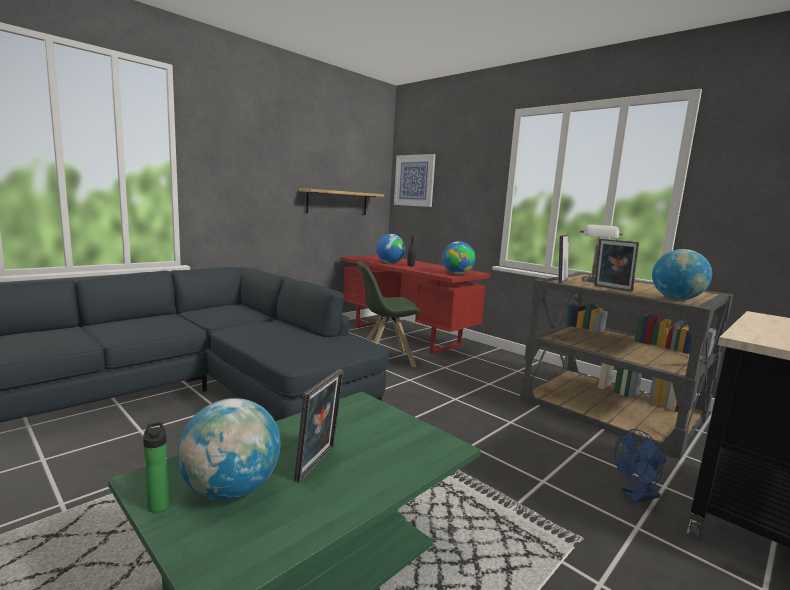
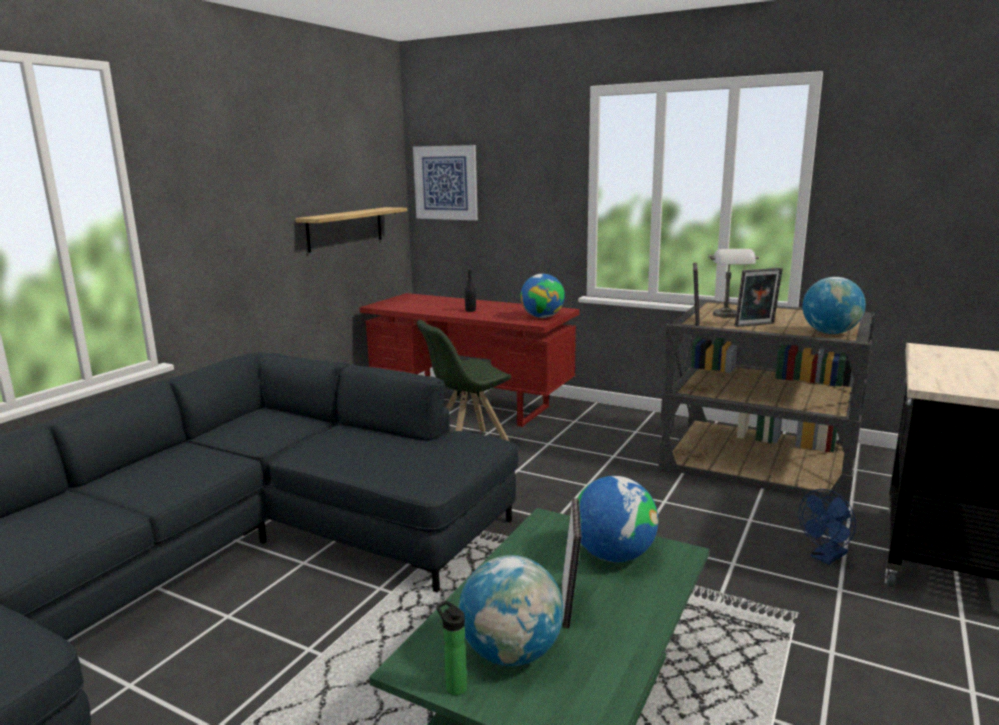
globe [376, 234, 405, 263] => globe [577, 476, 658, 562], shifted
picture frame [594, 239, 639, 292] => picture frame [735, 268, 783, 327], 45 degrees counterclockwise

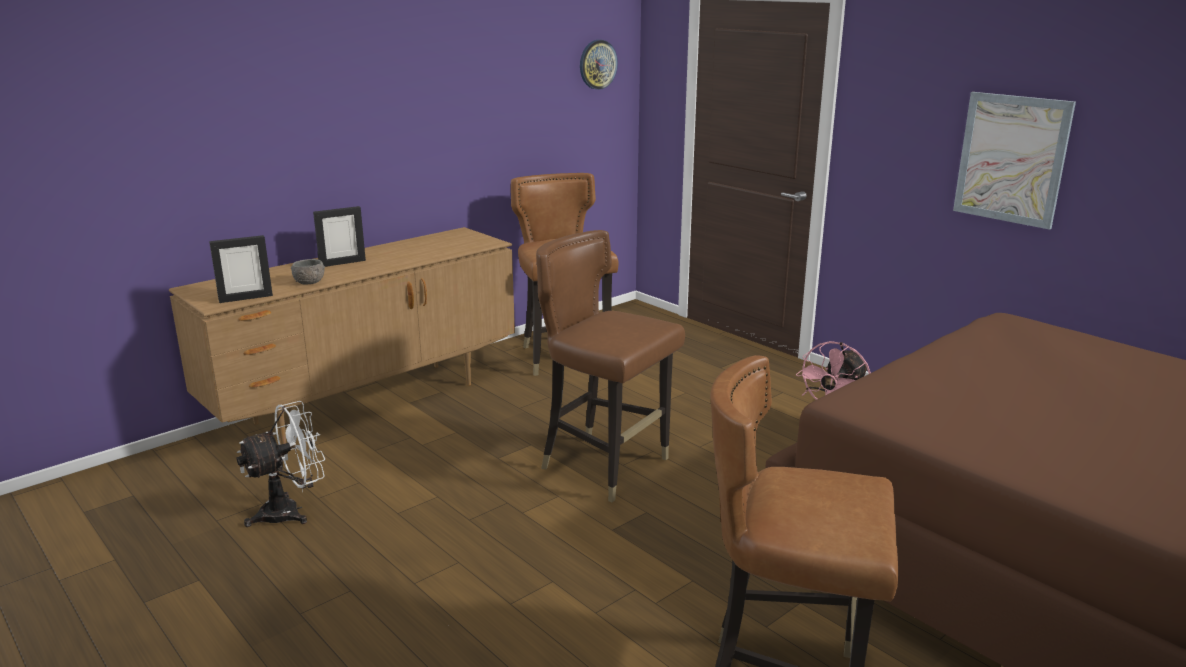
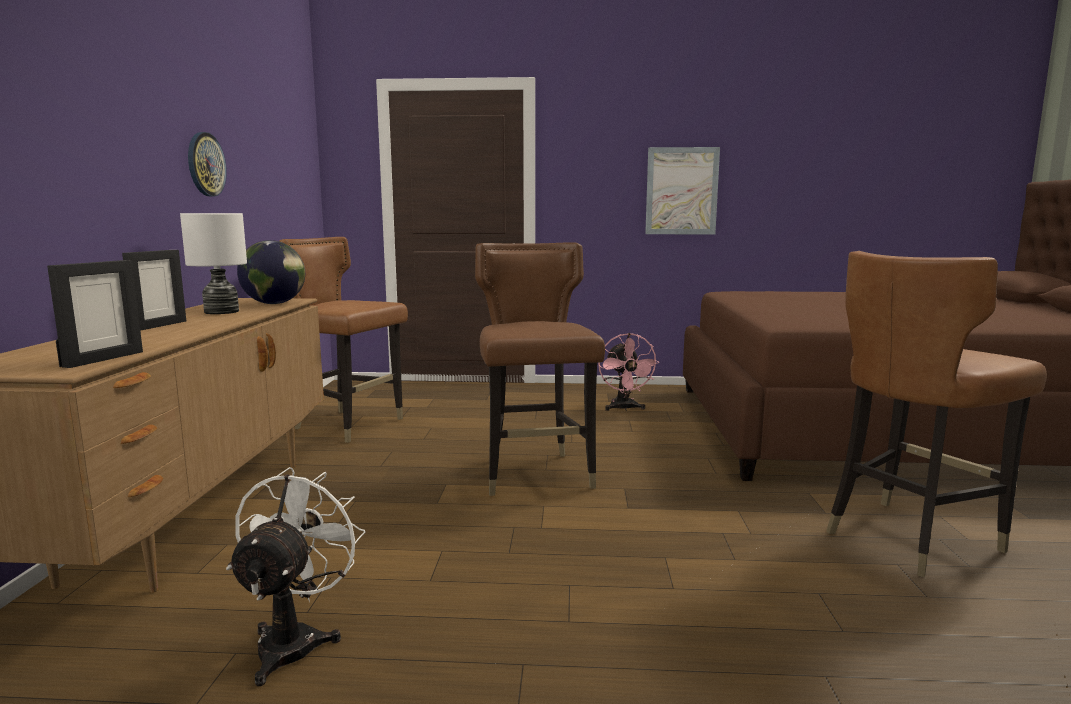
nothing => white table lamp [180, 213, 247, 314]
wall clock [580, 40, 618, 90] => wall clock [188, 132, 227, 196], shifted
nothing => globe [237, 240, 305, 304]
brown chair [536, 230, 685, 502] => brown chair [475, 242, 605, 496], 90 degrees clockwise
grey bowl [291, 259, 325, 284] => nothing

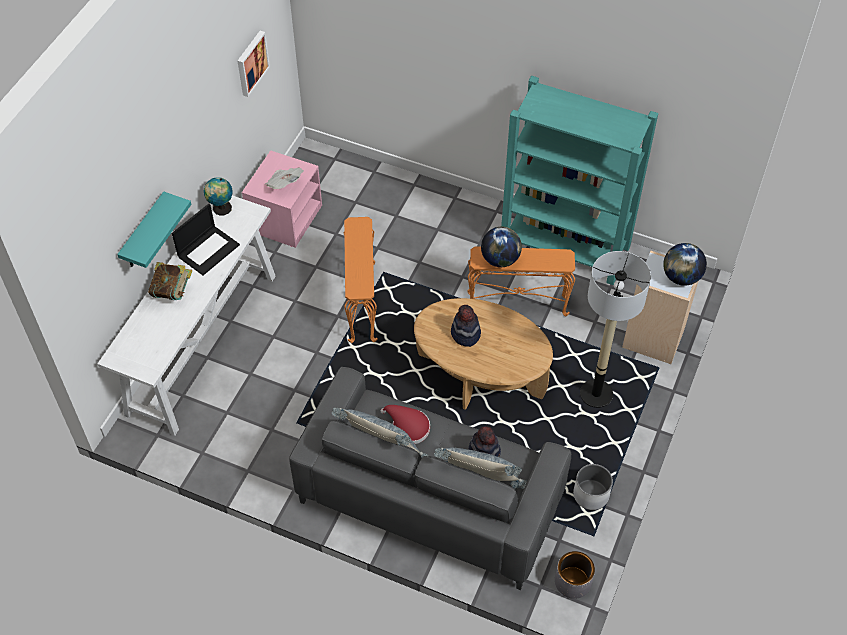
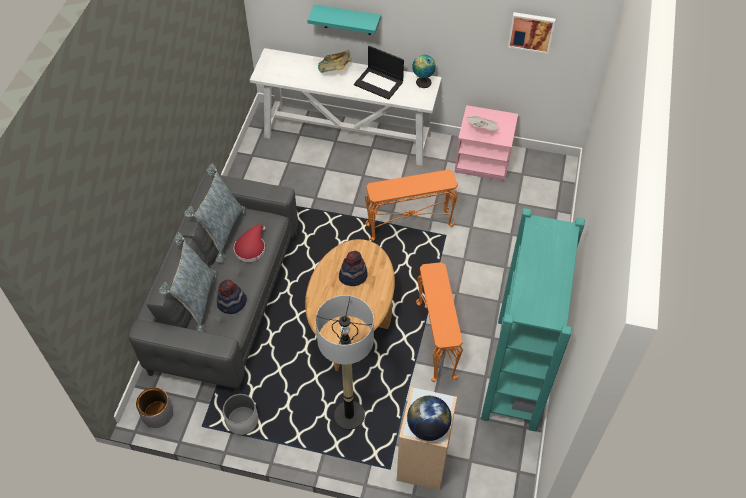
globe [481, 227, 522, 267] => nothing

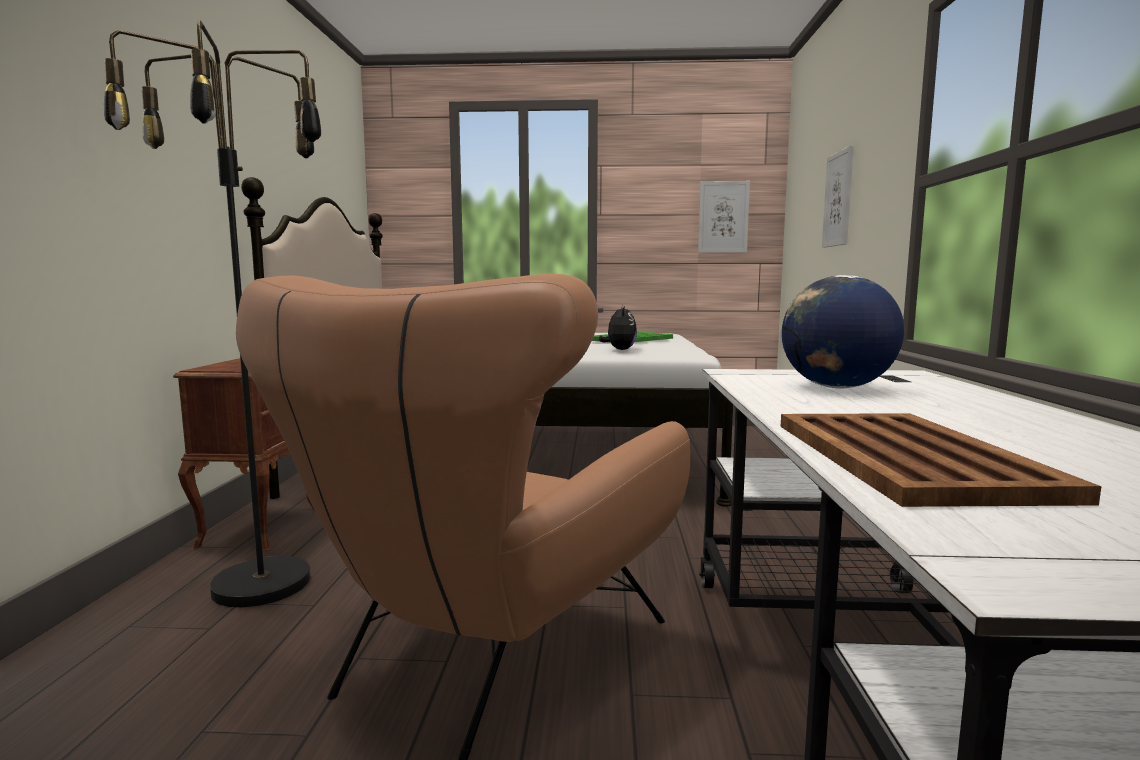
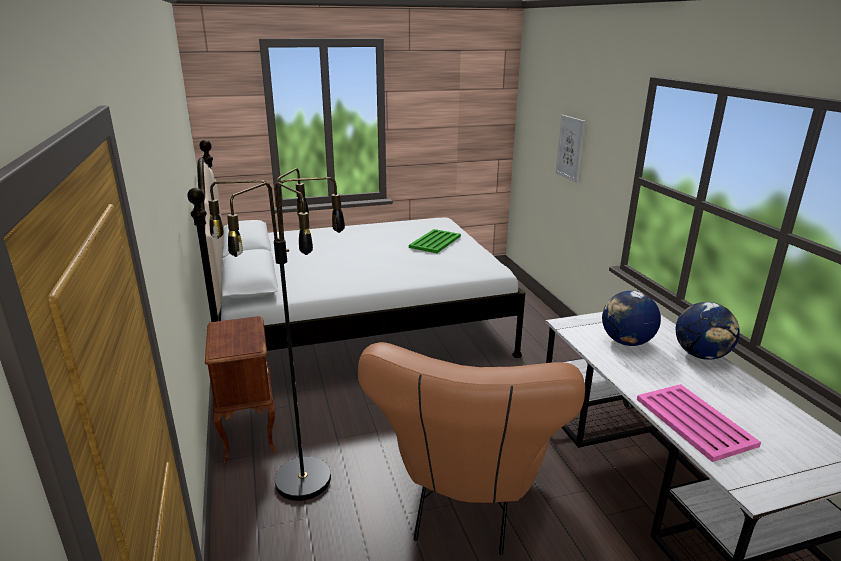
brown tray [781, 413, 1101, 507] => pink tray [637, 384, 761, 462]
nothing => globe [676, 302, 740, 360]
plush toy [599, 305, 637, 350] => nothing
picture [698, 181, 750, 253] => nothing

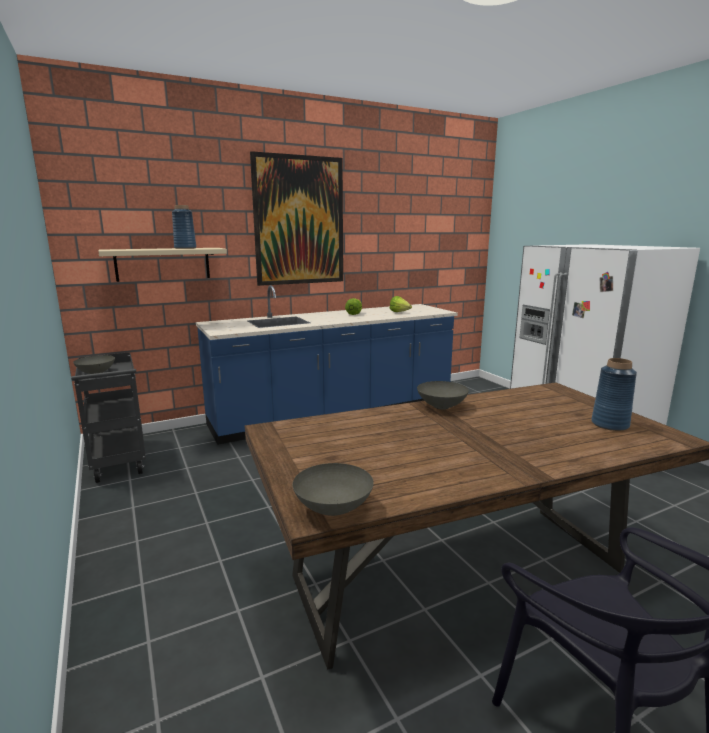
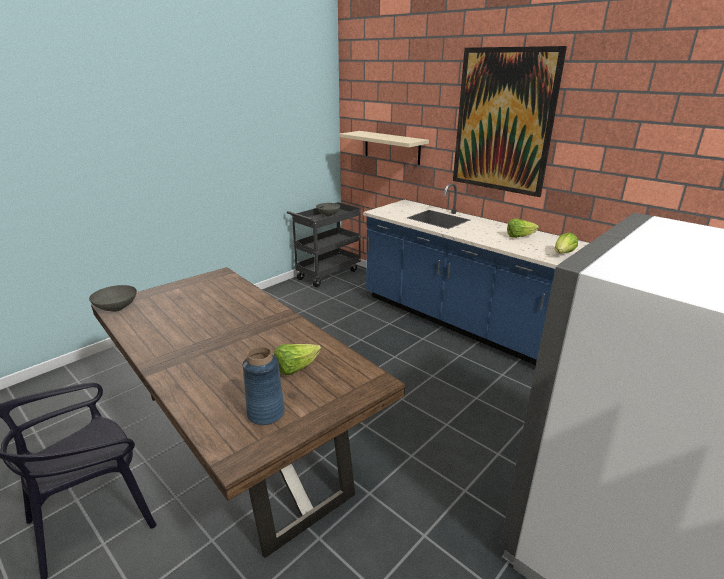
nothing => lettuce [274, 344, 321, 375]
blue vase [172, 205, 196, 249] => nothing
grey bowl [417, 381, 469, 410] => nothing

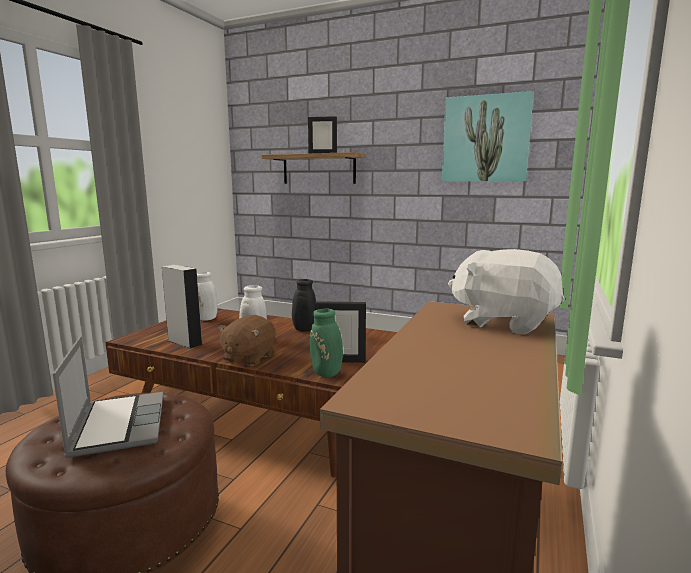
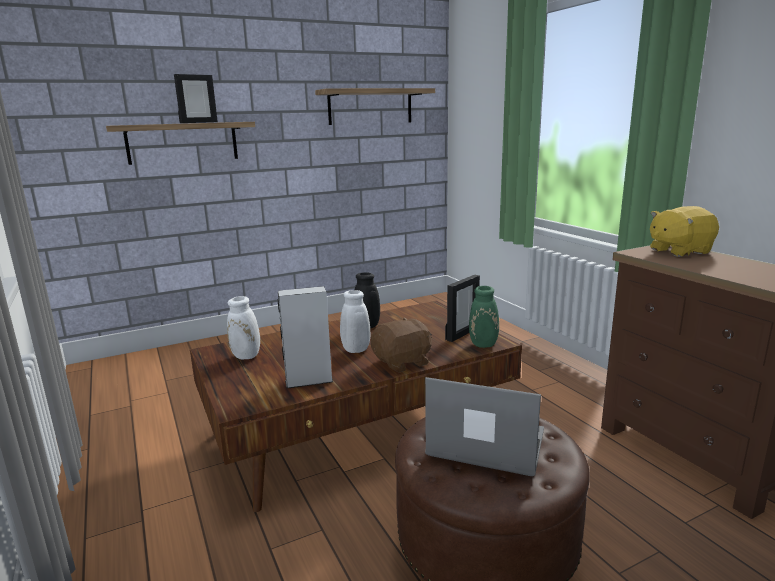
picture [442, 91, 534, 181] => shelf [315, 88, 435, 125]
brown plush toy [217, 315, 276, 366] => brown plush toy [371, 318, 432, 373], 90 degrees counterclockwise
white plush toy [448, 249, 565, 335] => yellow plush toy [650, 206, 719, 257]

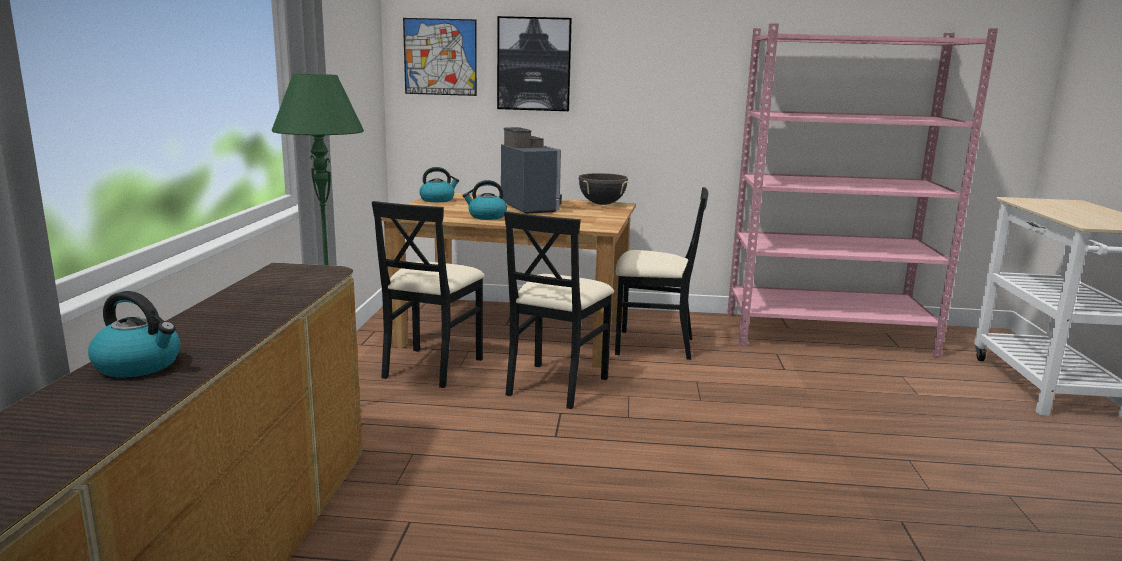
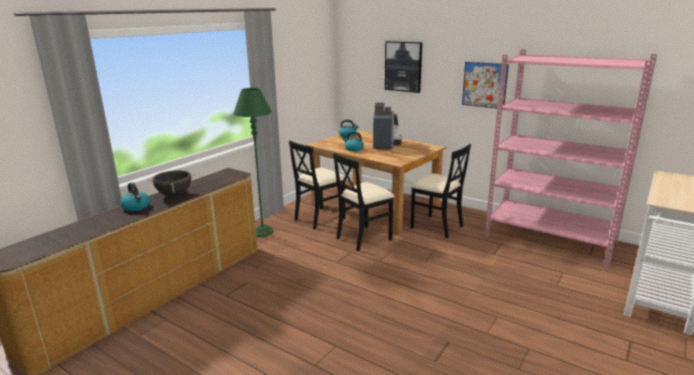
black cooking pot [579, 173, 628, 205] => black cooking pot [148, 170, 196, 197], shifted
picture [403, 18, 477, 96] => picture [462, 62, 509, 108], shifted

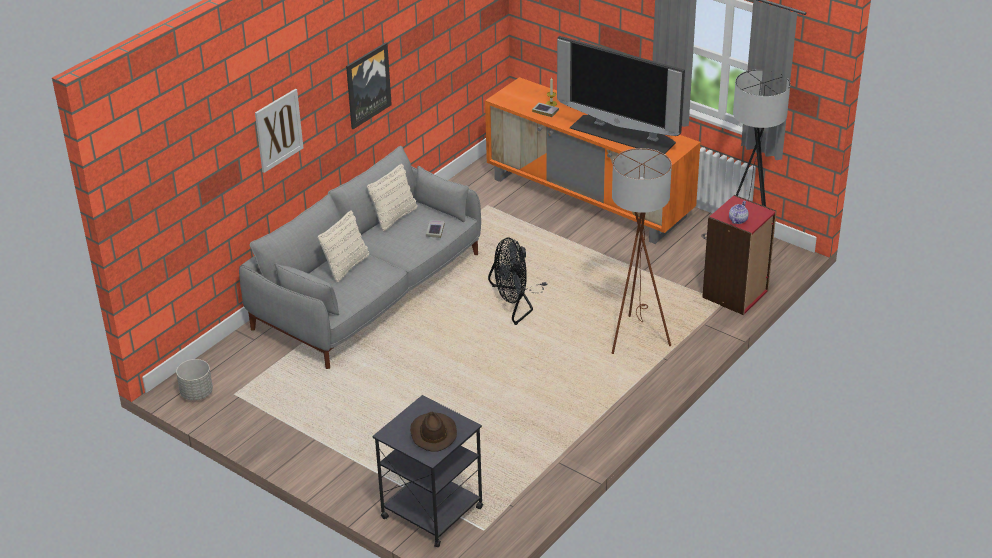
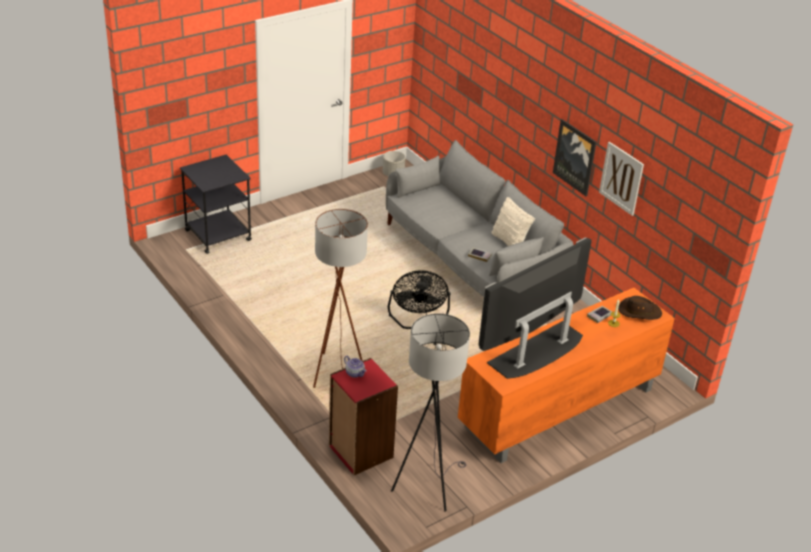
picture [255, 89, 303, 173] => picture [599, 142, 644, 216], shifted
brown hat [410, 412, 457, 452] => brown hat [618, 296, 662, 320], shifted
beige pillow [318, 210, 370, 282] => nothing

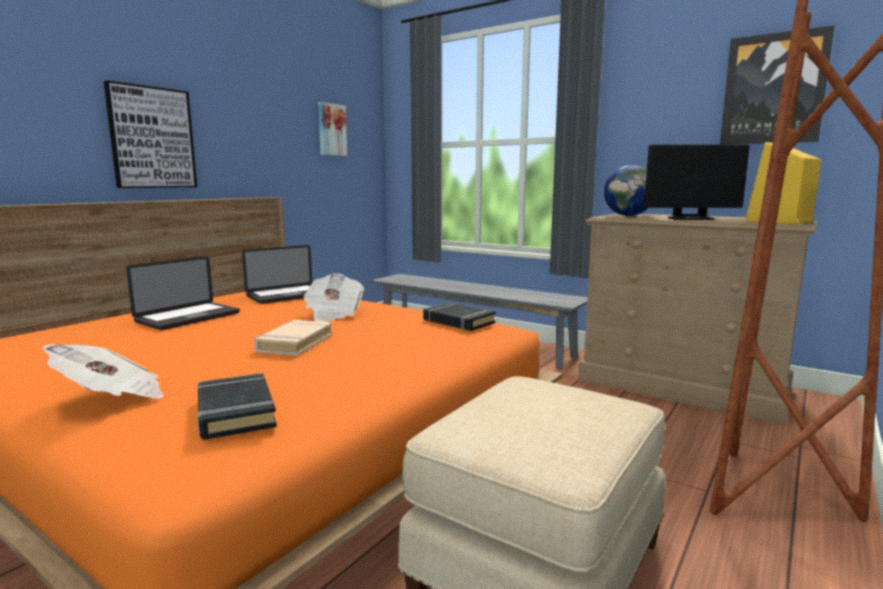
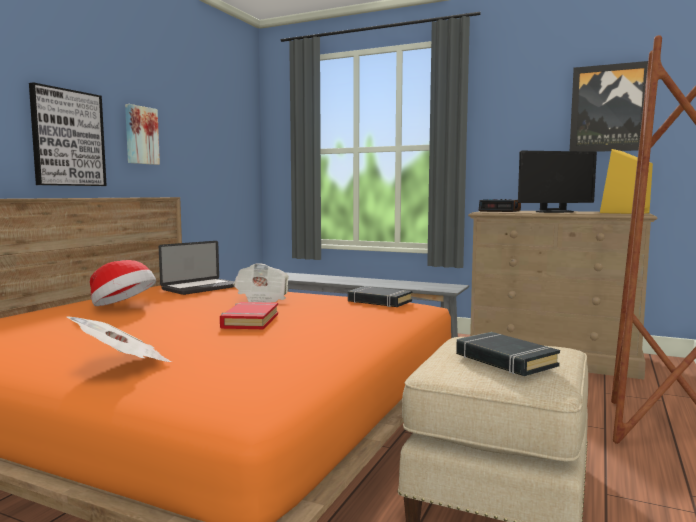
laptop [126, 256, 240, 330] => hat [90, 260, 156, 306]
picture [318, 102, 347, 156] => picture [125, 104, 160, 165], shifted
beige book [254, 320, 333, 356] => red book [220, 302, 278, 329]
black book [197, 373, 277, 440] => black book [456, 332, 560, 376], shifted
globe [604, 165, 648, 216] => alarm clock [479, 199, 521, 212]

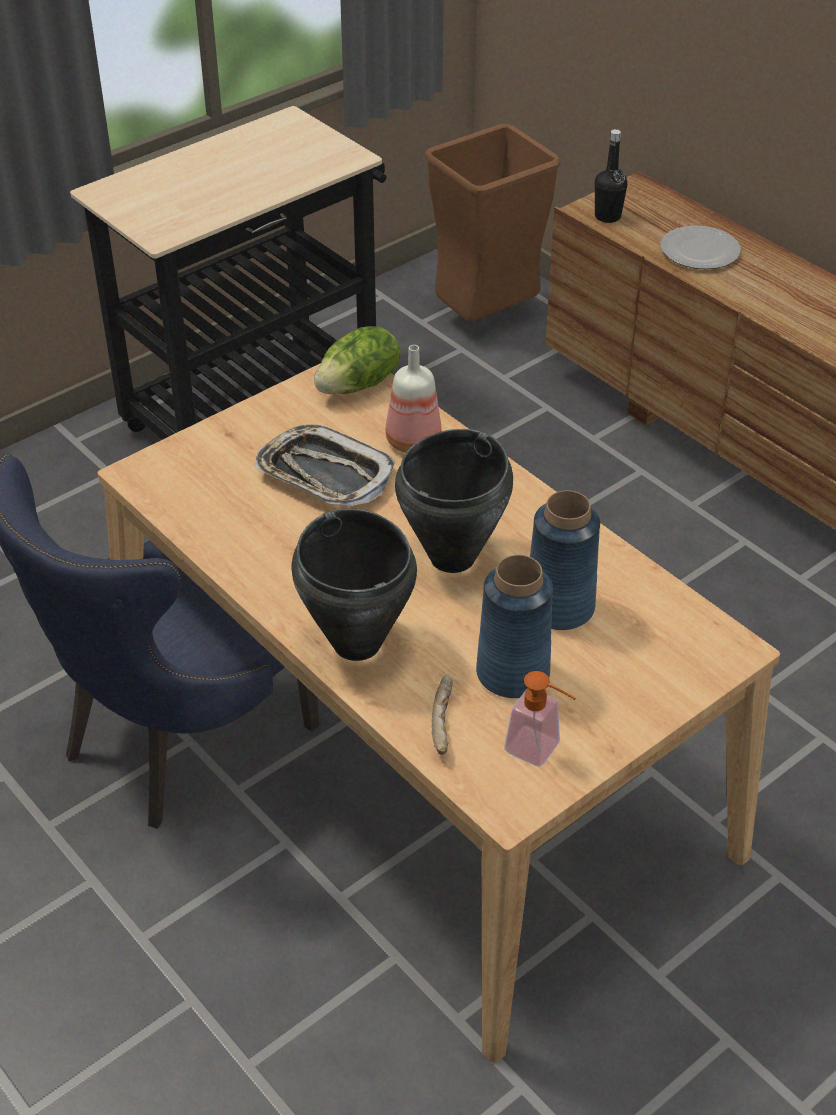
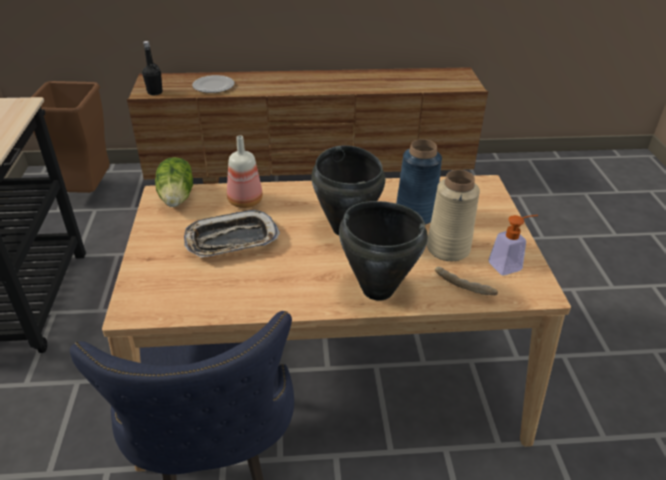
blue vase [476, 555, 553, 698] => beige vase [427, 170, 480, 261]

